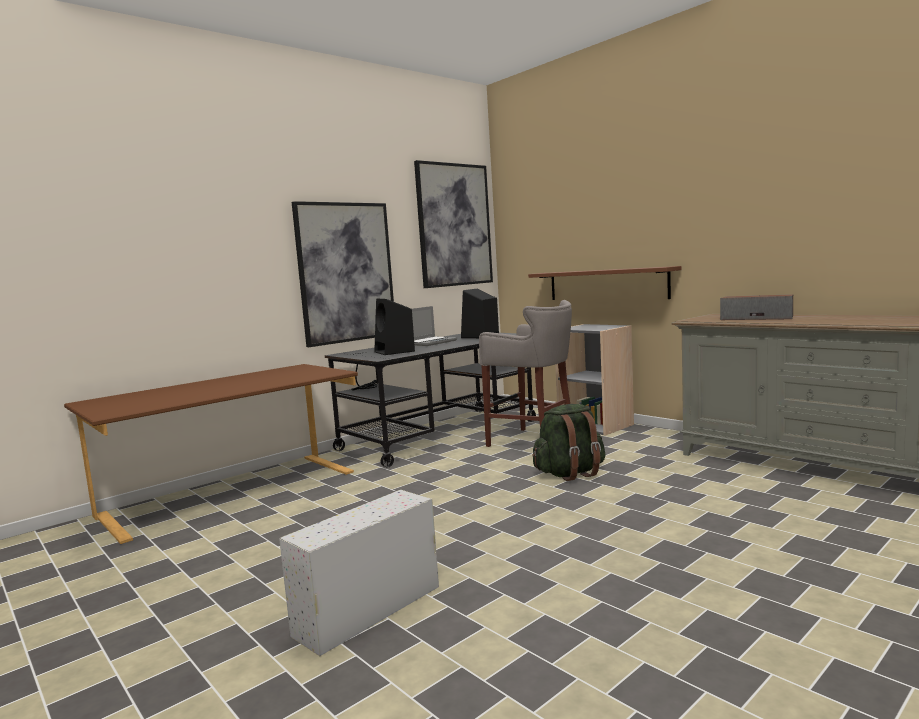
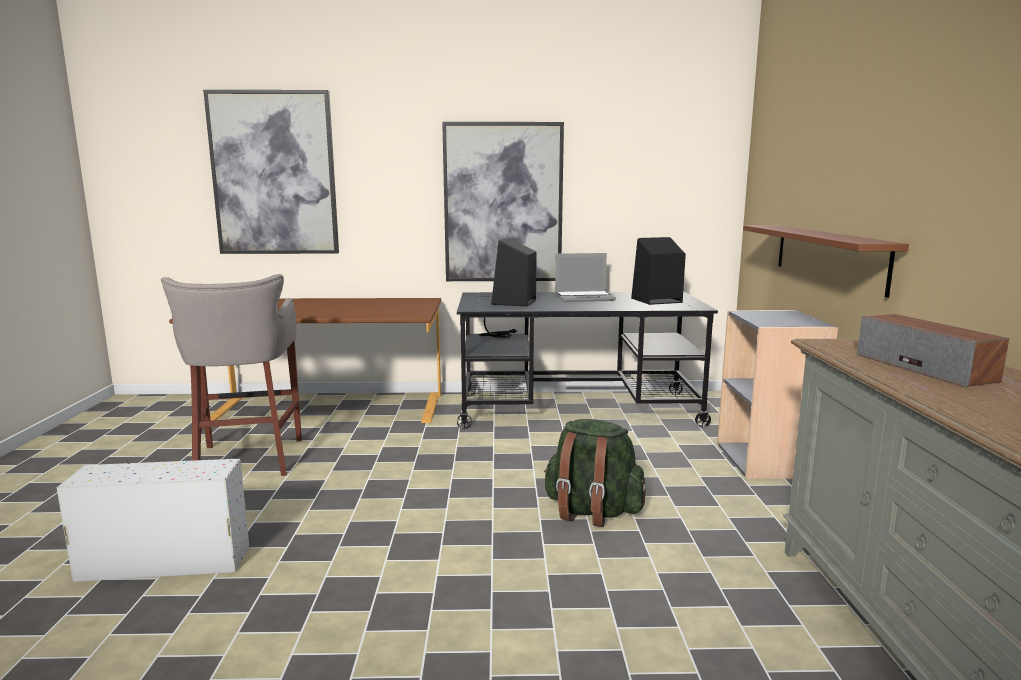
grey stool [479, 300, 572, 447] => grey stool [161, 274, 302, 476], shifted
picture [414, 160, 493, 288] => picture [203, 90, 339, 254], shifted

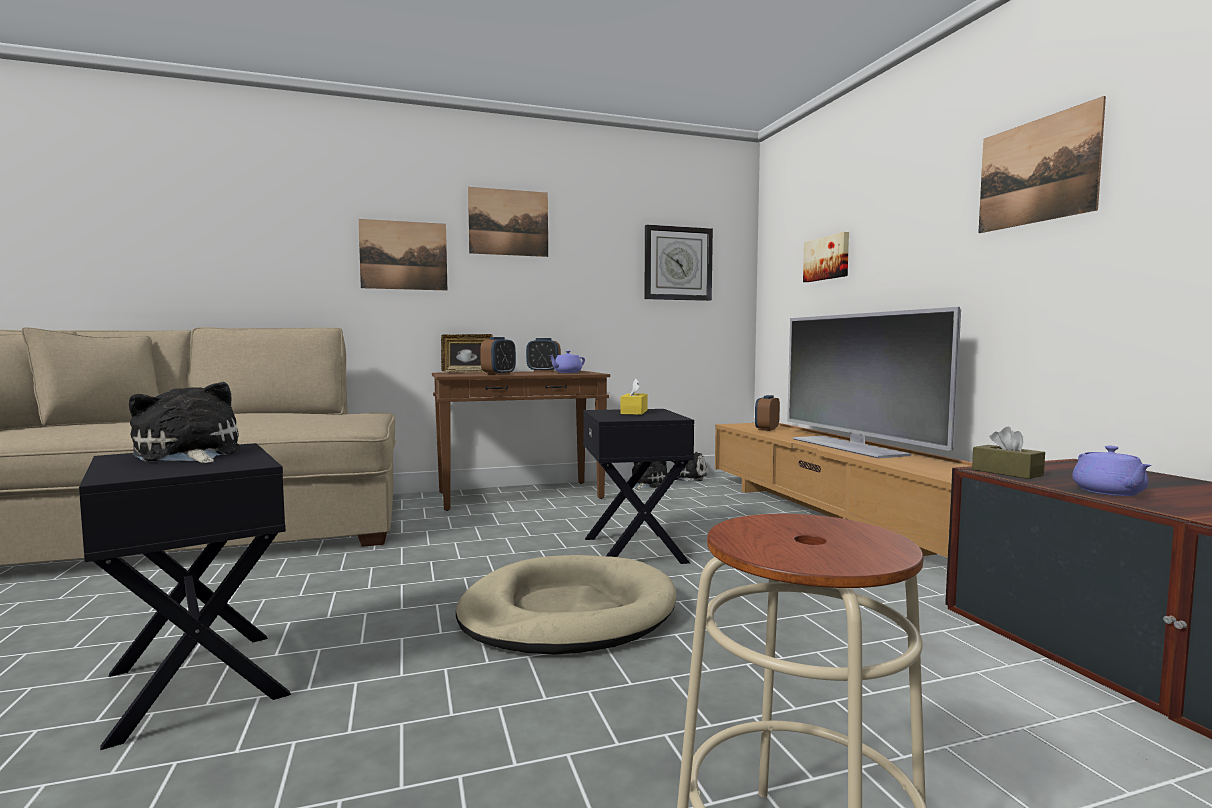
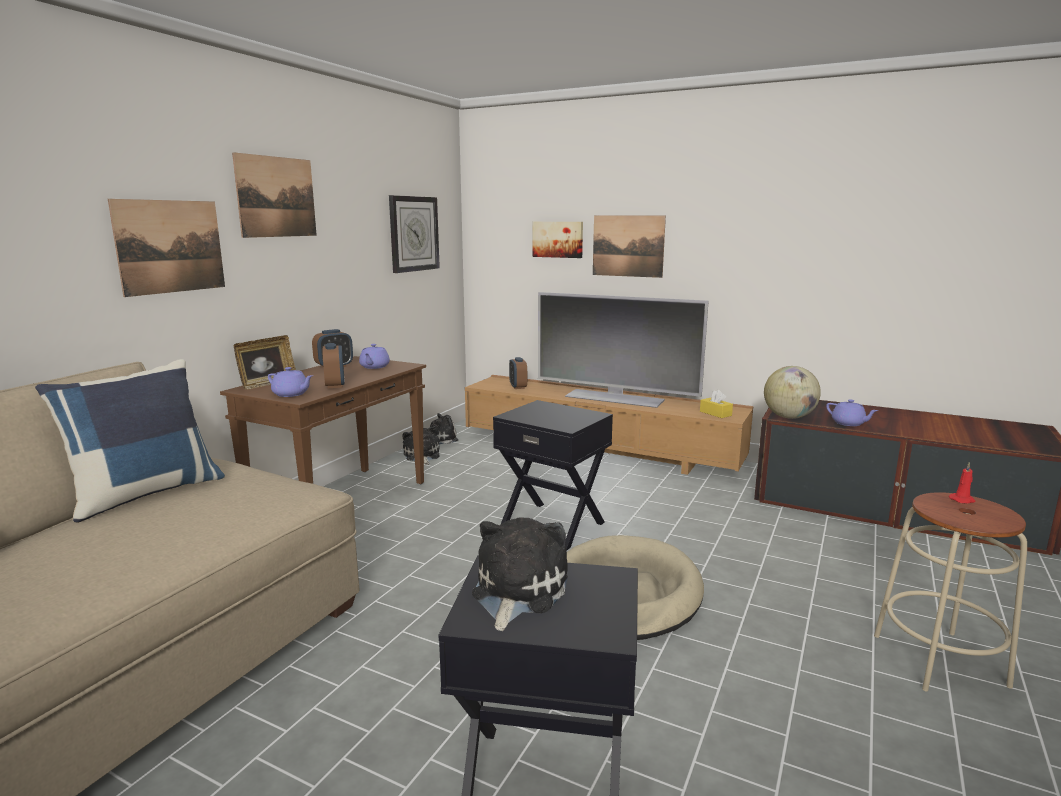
nothing => blue pillow [35, 359, 225, 523]
nothing => purple teapot [268, 367, 313, 397]
plush toy [129, 382, 240, 463] => plush toy [472, 517, 568, 631], 105 degrees clockwise
picture [978, 96, 1106, 233] => picture [593, 215, 666, 278], shifted
yellow tissue box [620, 378, 648, 415] => yellow tissue box [700, 390, 733, 418], shifted
brown tissue box [972, 427, 1045, 479] => globe [764, 366, 821, 419]
nothing => red candle [949, 462, 975, 504]

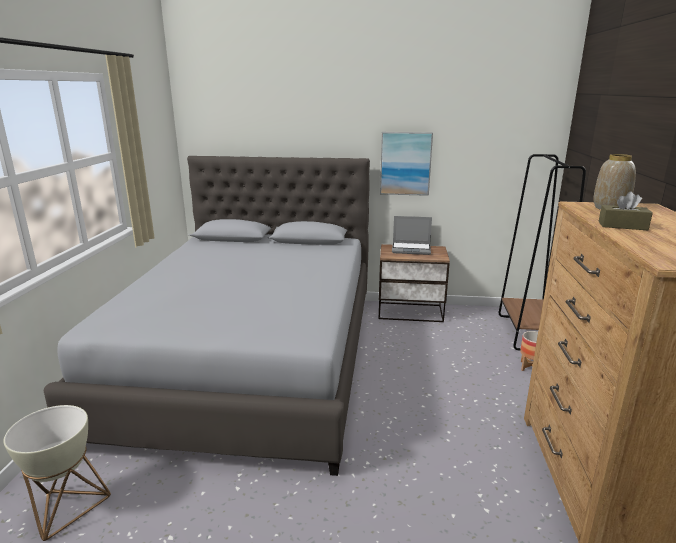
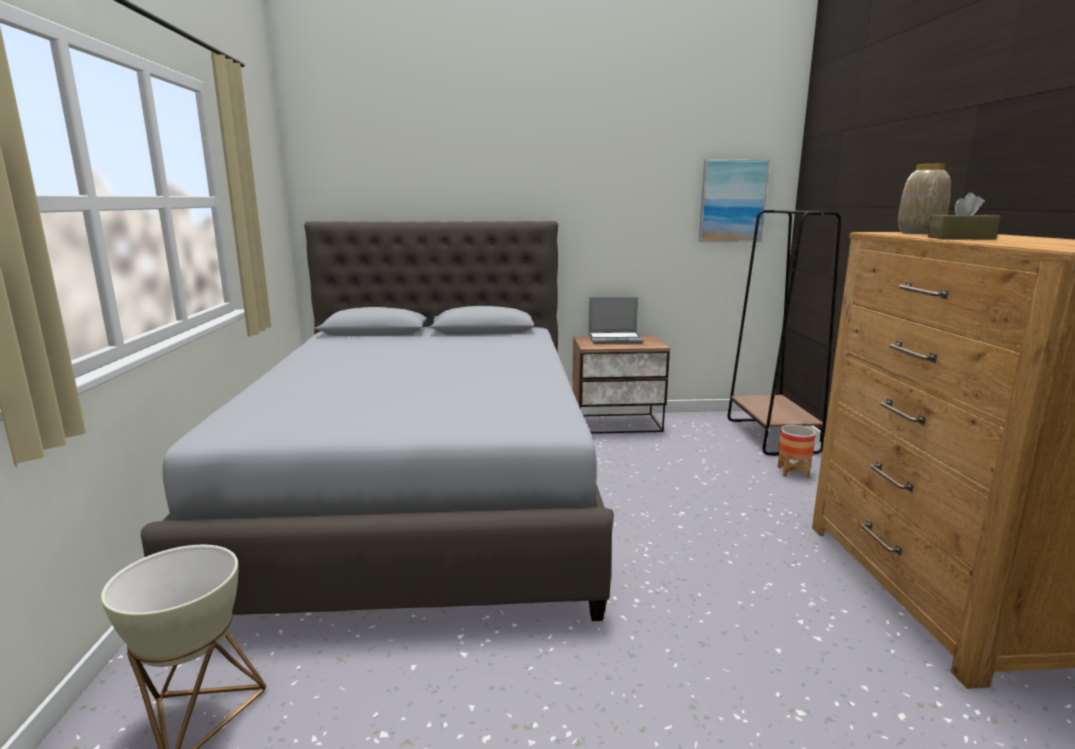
picture [380, 132, 433, 196] => picture [699, 159, 770, 242], shifted

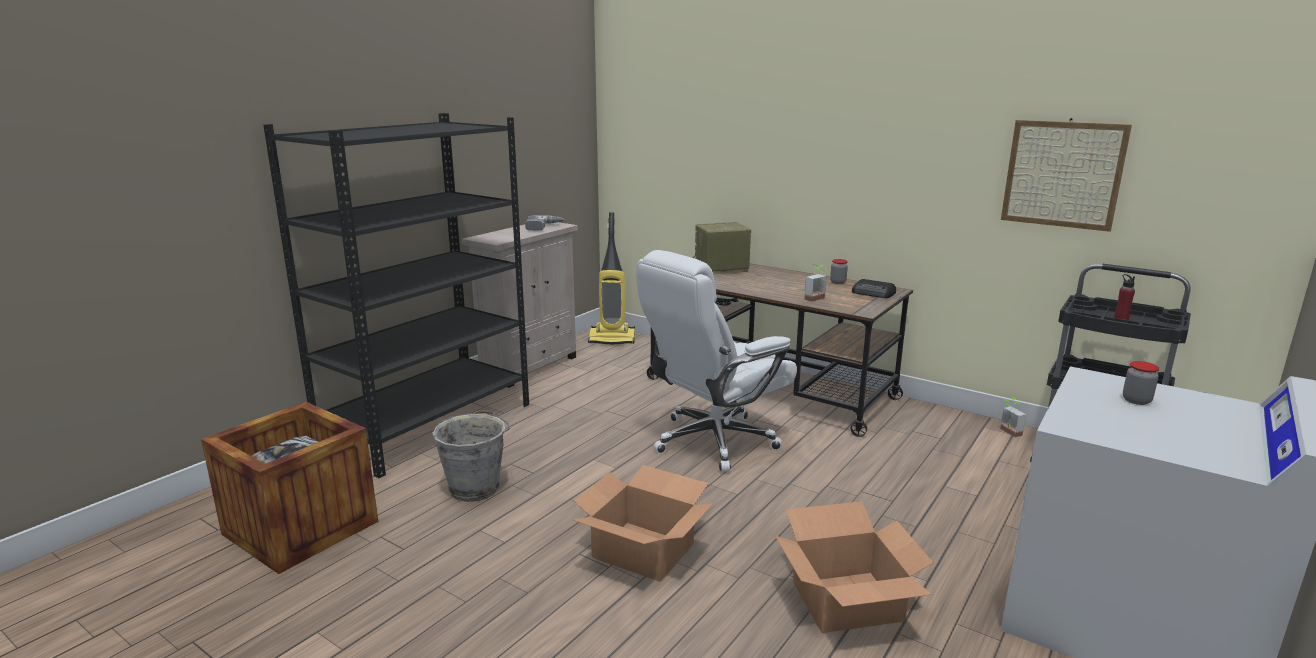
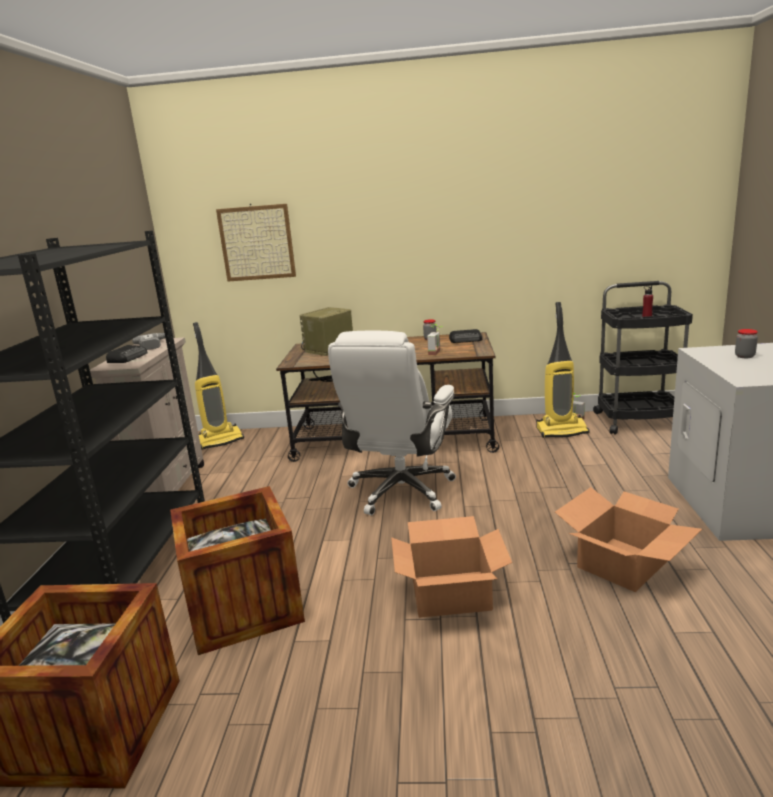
nothing => radio [106, 345, 148, 363]
grey bucket [432, 410, 510, 502] => crate [170, 486, 305, 655]
picture [1001, 118, 1132, 232] => picture [216, 204, 296, 282], shifted
nothing => vacuum cleaner [536, 302, 590, 438]

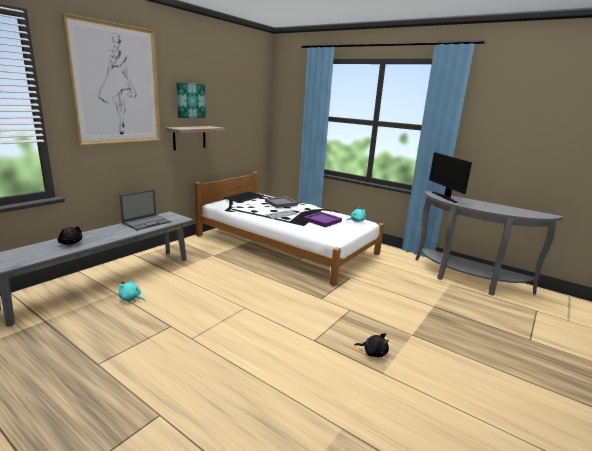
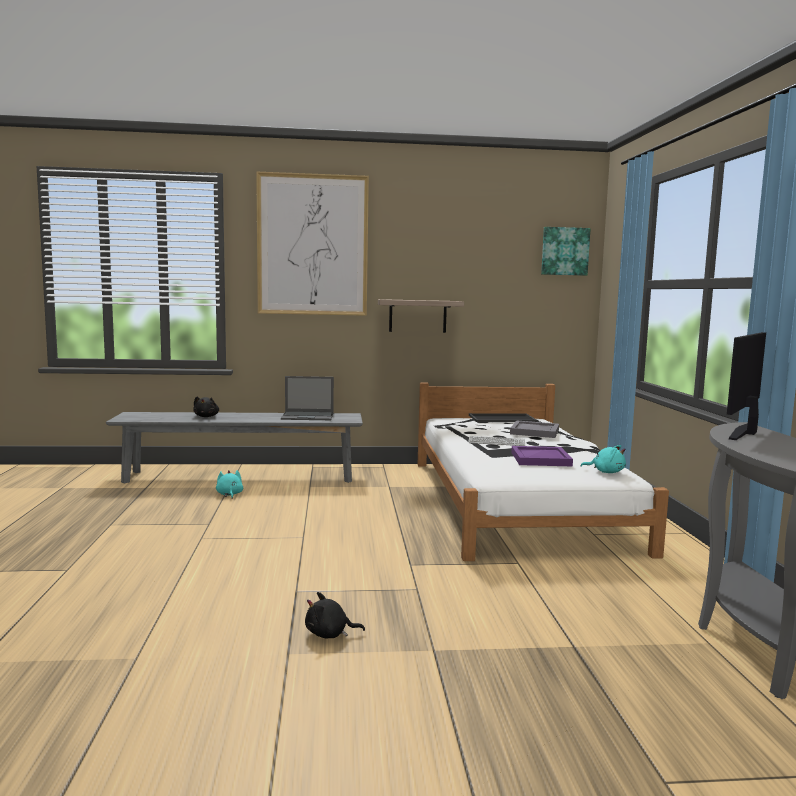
black plush toy [354, 333, 389, 357] => black plush toy [305, 592, 365, 639], 105 degrees clockwise
picture [176, 82, 206, 118] => picture [541, 227, 590, 276], shifted

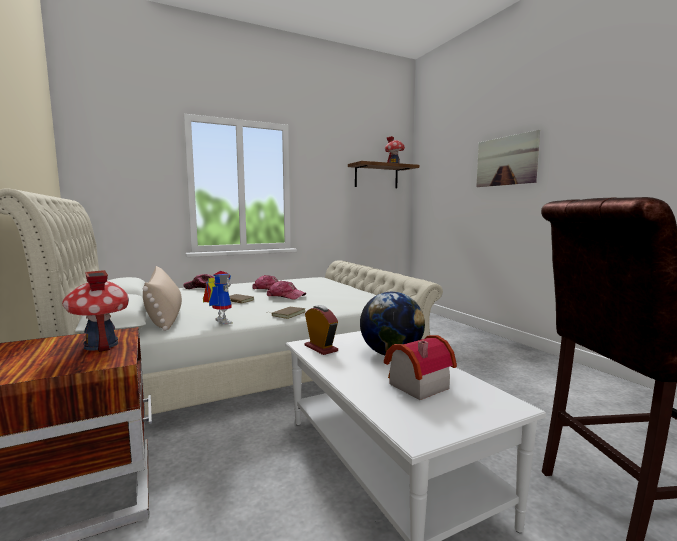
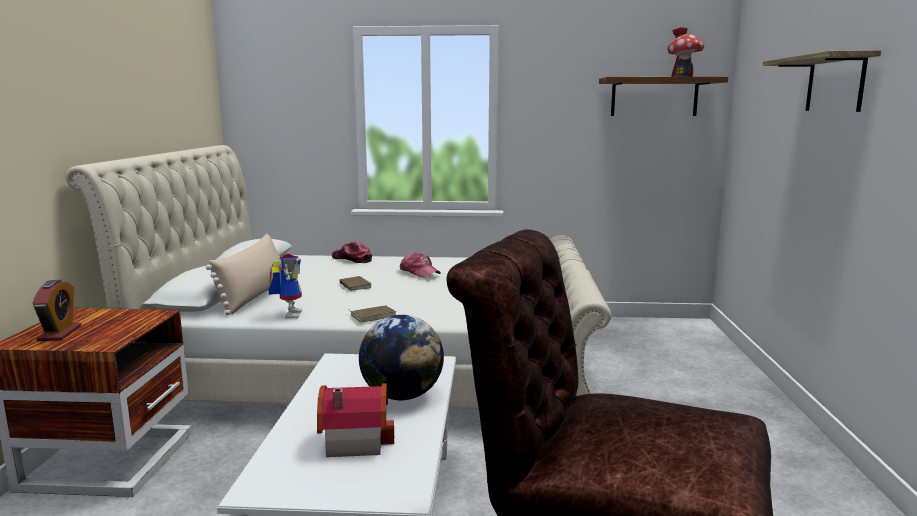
alarm clock [305, 305, 338, 355] => alarm clock [32, 280, 81, 341], shifted
picture [476, 130, 540, 187] => shelf [763, 50, 881, 112]
toy house [62, 270, 129, 352] => nothing
cap [267, 280, 306, 299] => nothing

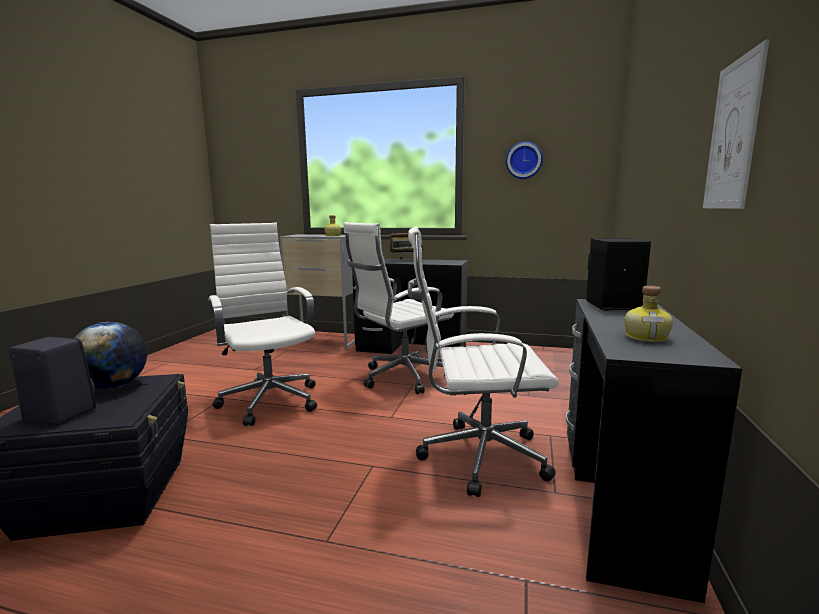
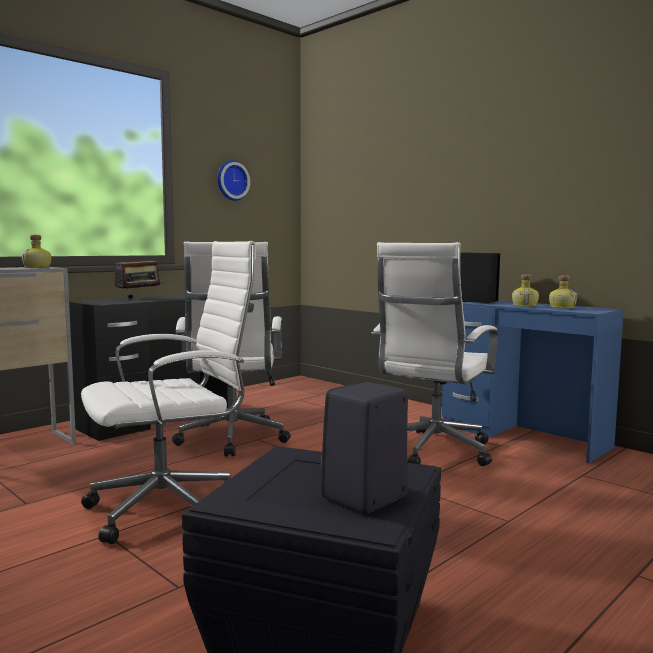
white office chair [209, 222, 317, 426] => white office chair [81, 241, 256, 544], 150 degrees clockwise
black desk [566, 299, 742, 603] => blue desk [442, 300, 624, 463]
nothing => bottle [512, 274, 539, 307]
globe [75, 322, 147, 389] => nothing
picture [703, 39, 770, 209] => nothing

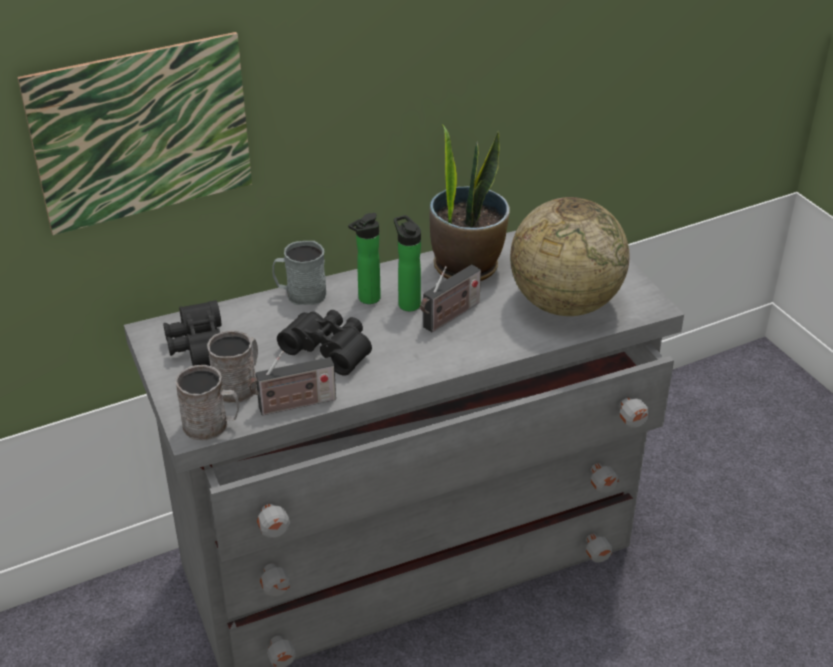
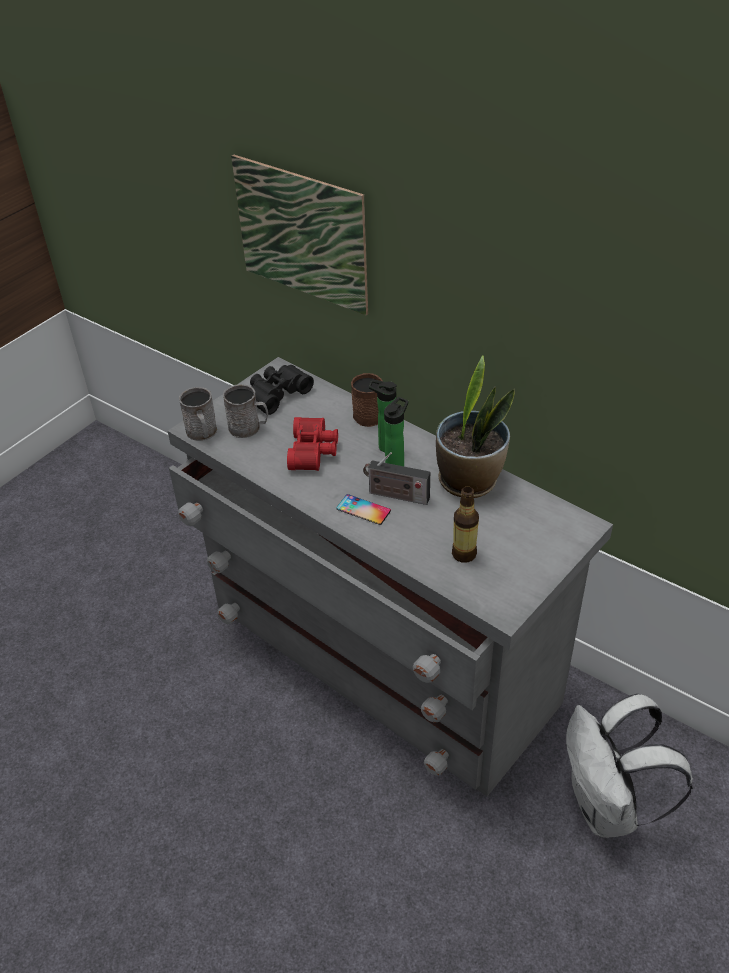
black binoculars [277, 310, 372, 376] => red binoculars [287, 417, 338, 471]
nothing => phone [336, 494, 391, 525]
grey mug [272, 241, 327, 305] => brown mug [351, 373, 382, 427]
globe [510, 197, 630, 316] => bottle [452, 487, 479, 563]
nothing => white backpack [566, 694, 693, 838]
radio [248, 351, 336, 416] => nothing

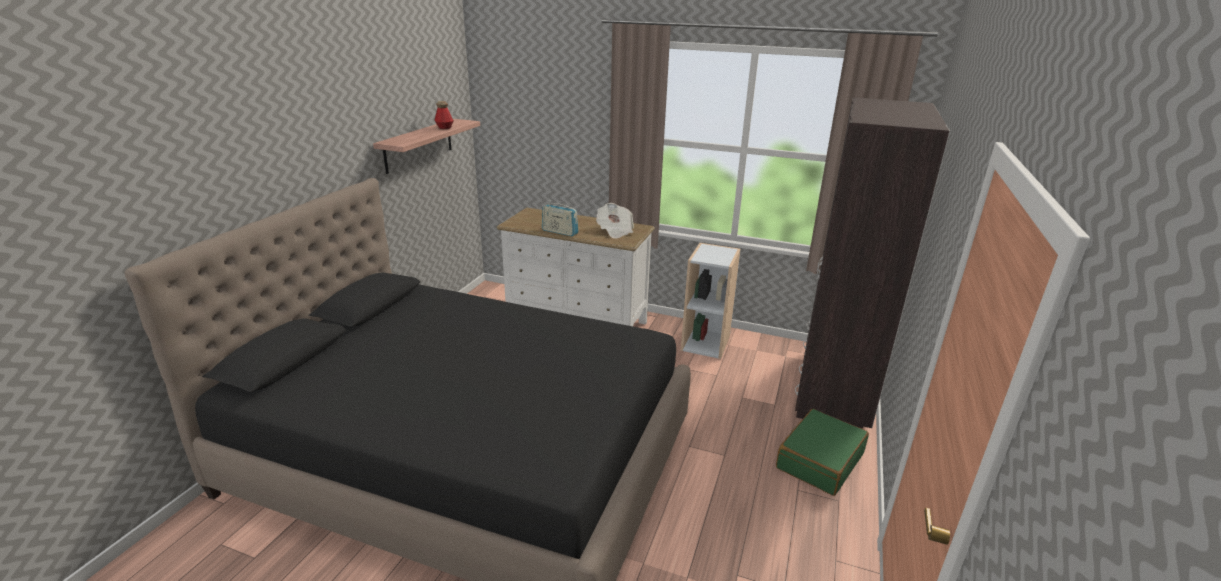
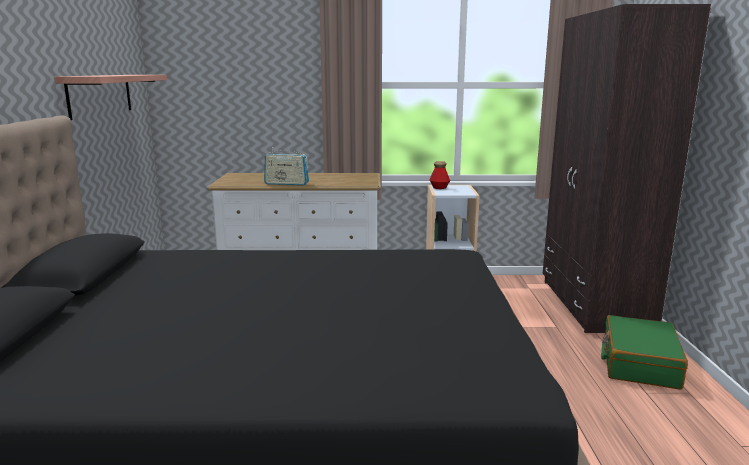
bottle [434, 101, 454, 129] => bottle [429, 161, 450, 189], shifted
newspaper [596, 203, 634, 239] => nothing

